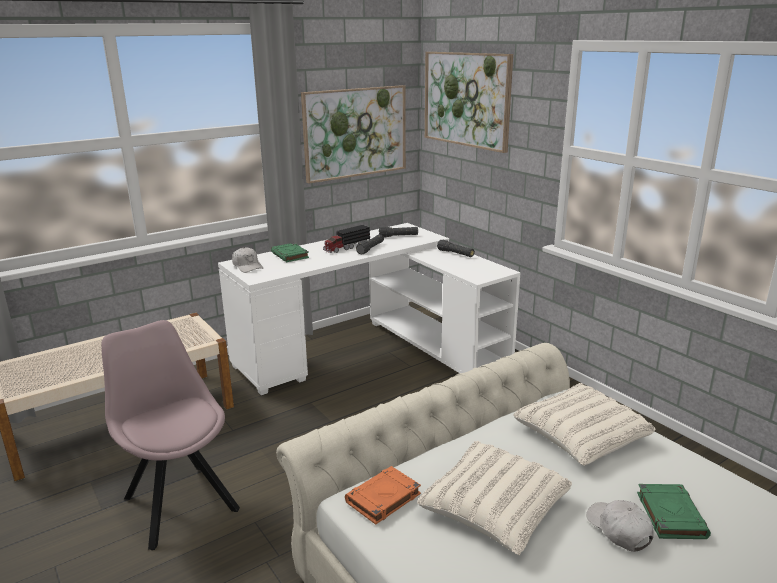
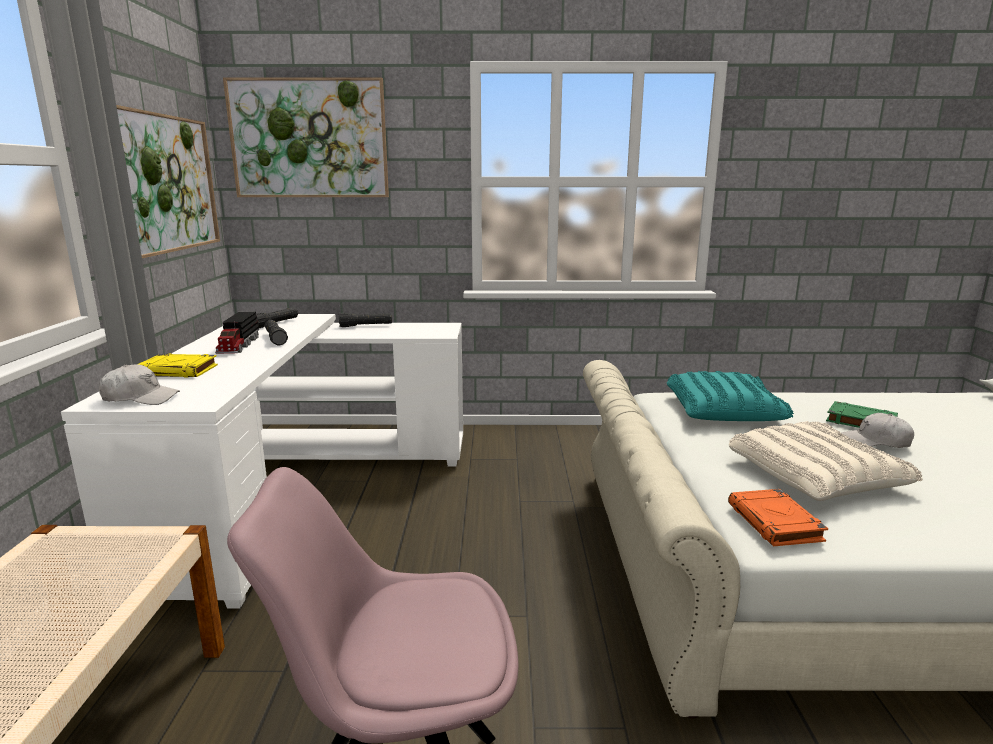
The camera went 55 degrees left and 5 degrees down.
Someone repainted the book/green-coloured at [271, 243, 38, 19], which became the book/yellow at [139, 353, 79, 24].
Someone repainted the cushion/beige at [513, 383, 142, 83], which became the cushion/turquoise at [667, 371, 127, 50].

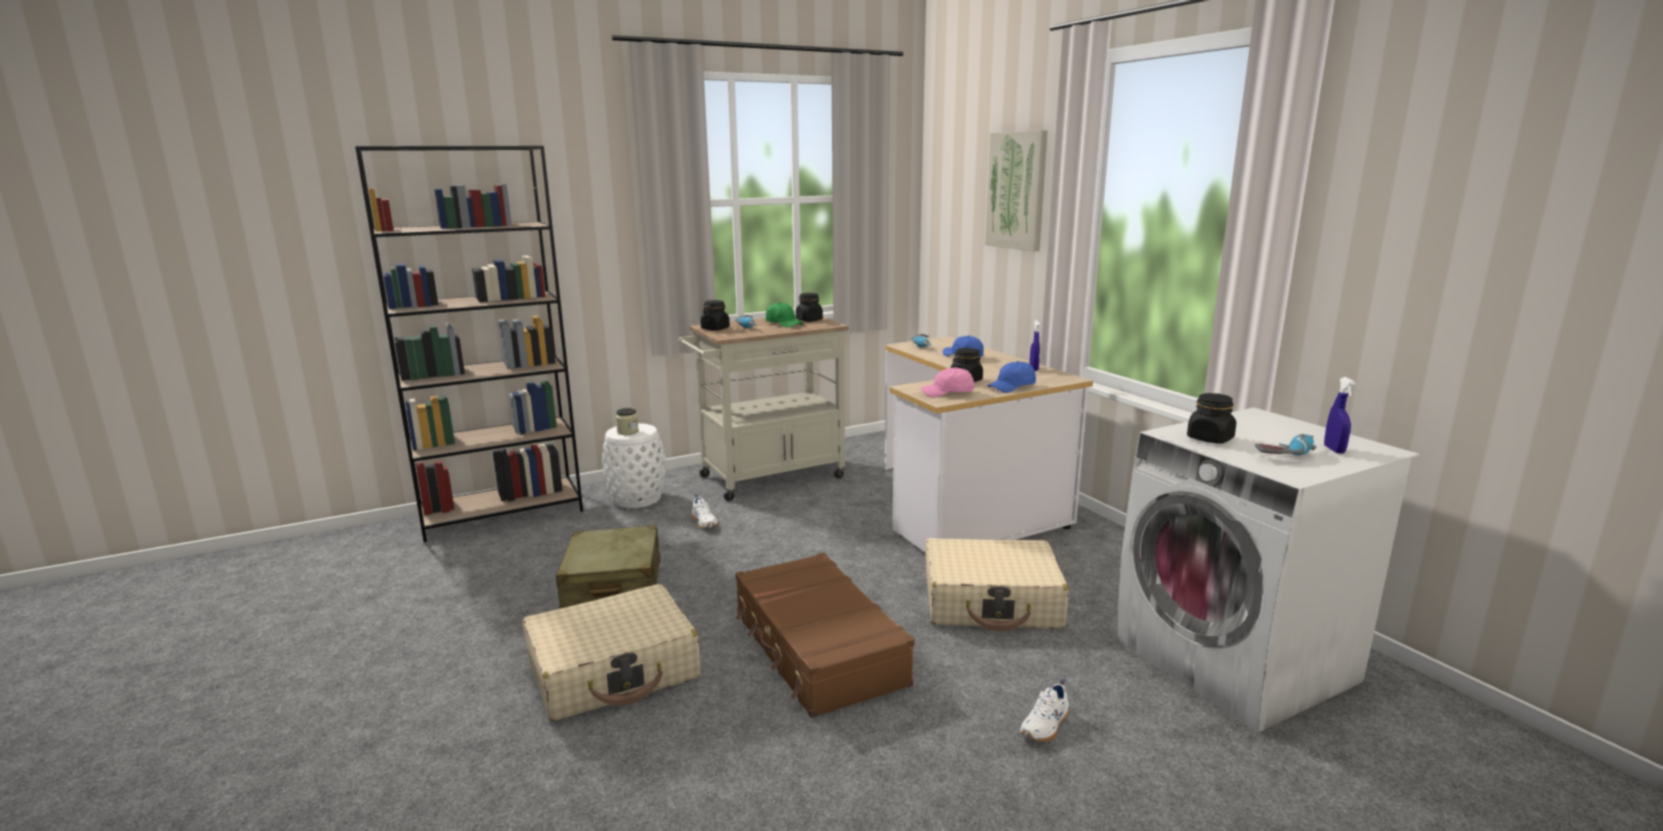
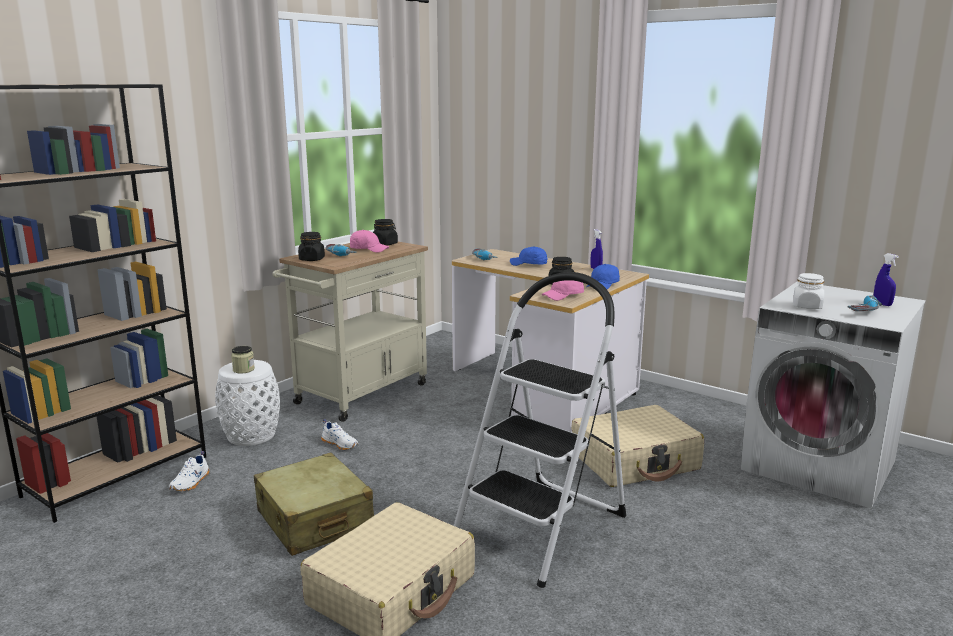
The camera went 25 degrees left and 0 degrees up.
Someone carried the low shoe/whitish from [1020, 678, 49, 64] to [169, 451, 40, 40].
Someone repainted the baseball cap/green-coloured at [766, 302, 38, 26], which became the baseball cap/pink at [350, 230, 39, 22].
Someone swapped the suitcase/brown at [735, 553, 180, 165] for the step stool at [454, 272, 172, 316].
Someone repainted the jar/black at [1187, 393, 49, 51], which became the jar/whitish at [793, 273, 31, 36].
Someone took away the wall picture at [985, 130, 63, 122].

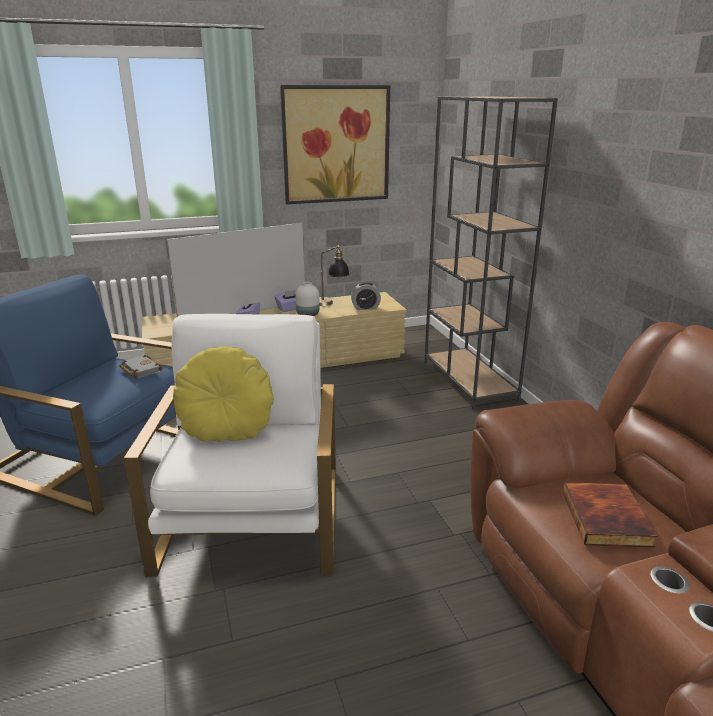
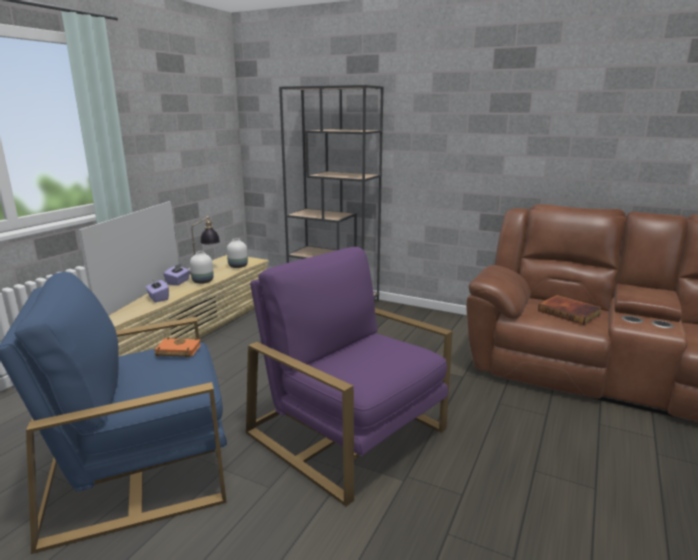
The camera went 45 degrees left and 5 degrees down.
Someone repainted the book/grey at [119, 355, 44, 24], which became the book/orangey at [155, 337, 46, 20].
Someone swapped the alarm clock at [351, 282, 30, 28] for the flower vase/whitish at [227, 238, 21, 30].
Someone repainted the armchair/whitish at [124, 314, 212, 263], which became the armchair/purplish at [246, 247, 207, 260].
Someone took away the cushion/yellow at [173, 346, 101, 96].
Someone took away the wall picture at [280, 85, 110, 119].

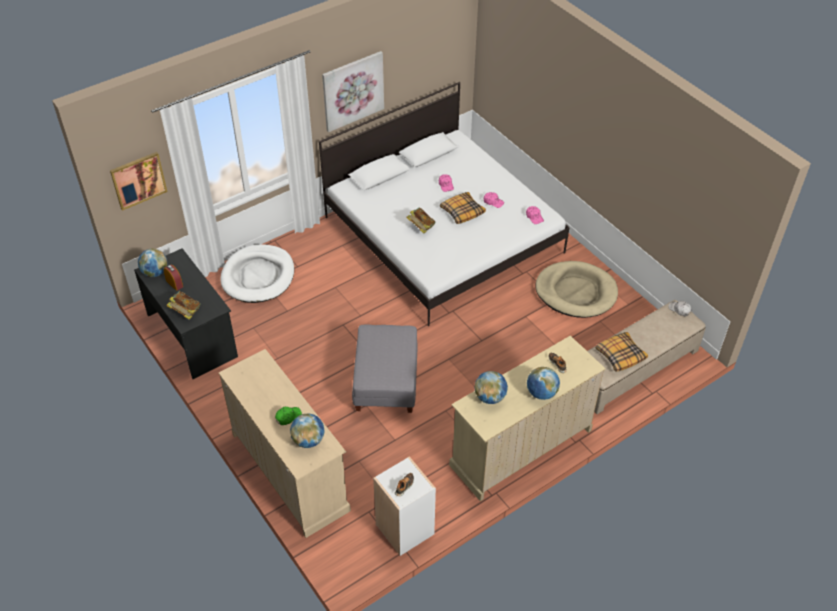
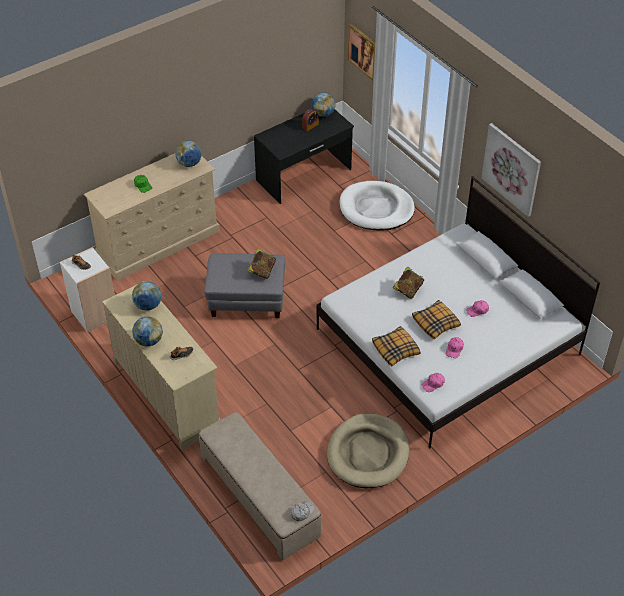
The camera went 90 degrees right and 0 degrees up.
Someone carried the globe from [290, 413, 35, 35] to [176, 141, 26, 26].
Someone carried the book from [166, 291, 35, 29] to [247, 248, 29, 31].
Someone carried the cushion from [596, 332, 52, 40] to [372, 326, 49, 40].

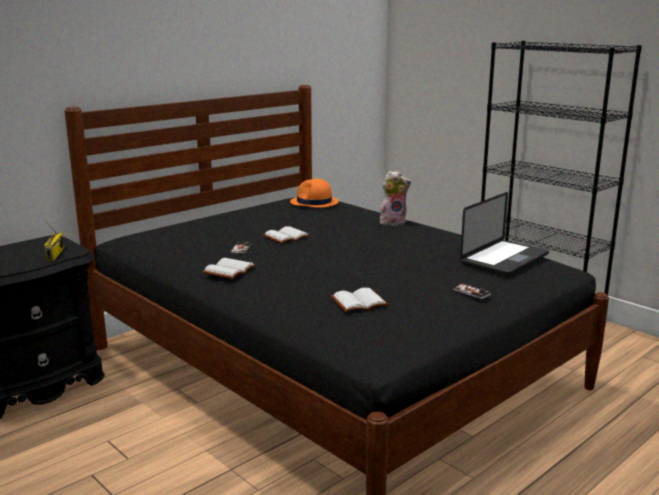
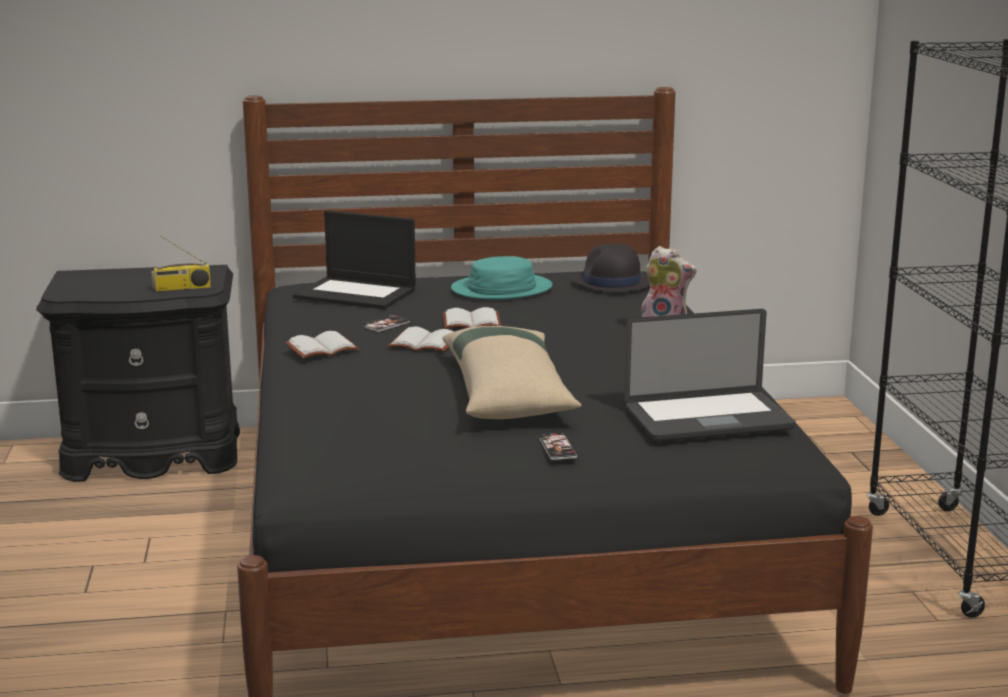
The camera went 35 degrees right and 0 degrees up.
Someone rotated the radio set at [44, 219, 20, 42] by 45 degrees clockwise.
Someone put down the laptop at [293, 210, 123, 99].
Someone carried the book/whitish from [331, 288, 58, 24] to [388, 327, 66, 25].
Someone put down the cushion/beige at [443, 326, 139, 93].
Someone put down the clothing hat/turquoise at [451, 256, 101, 44].
Someone repainted the clothing hat/orangey at [290, 178, 49, 30], which became the clothing hat/black at [571, 243, 79, 49].

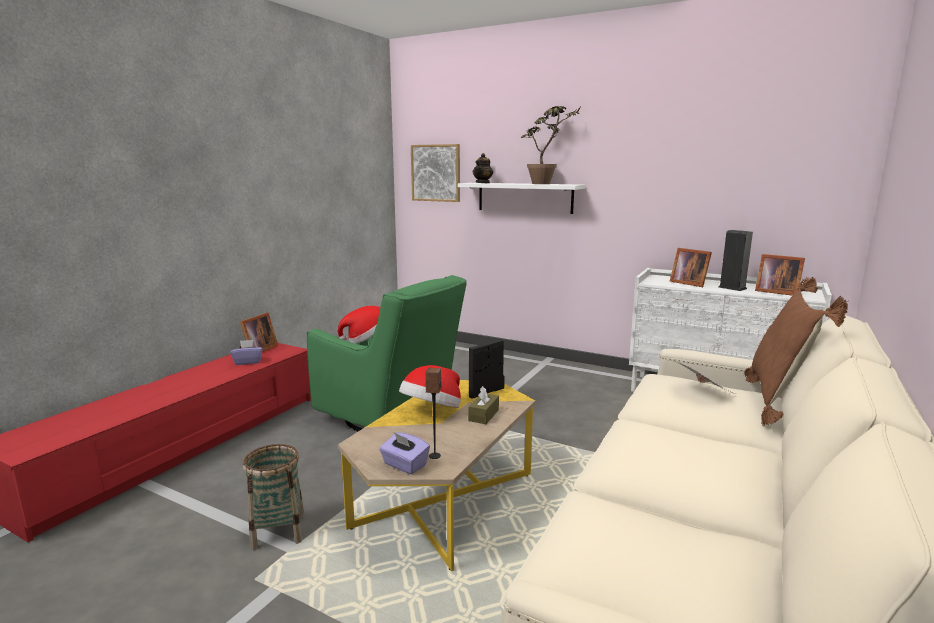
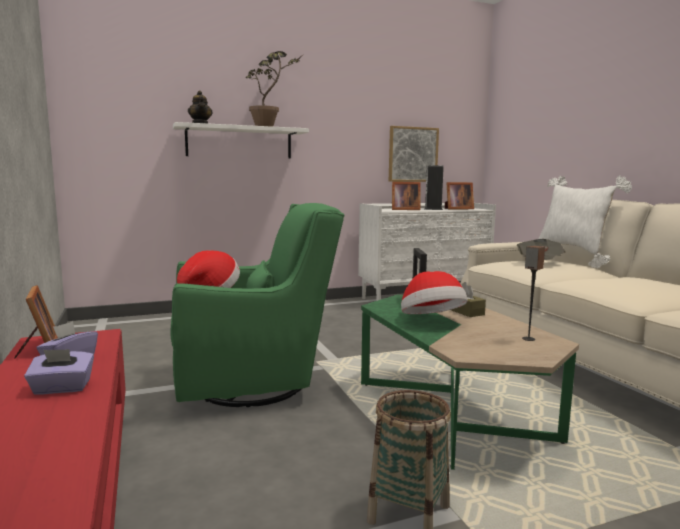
The camera went 50 degrees left and 5 degrees down.
Someone carried the tissue box/purplish from [379, 432, 51, 42] to [24, 349, 70, 46].
Someone repainted the lounge table/yellow at [338, 380, 197, 191], which became the lounge table/green-coloured at [361, 295, 218, 175].
Someone carried the wall picture from [411, 144, 49, 58] to [389, 126, 50, 56].
Someone repainted the cushion/brown at [743, 277, 105, 149], which became the cushion/whitish at [539, 175, 93, 94].

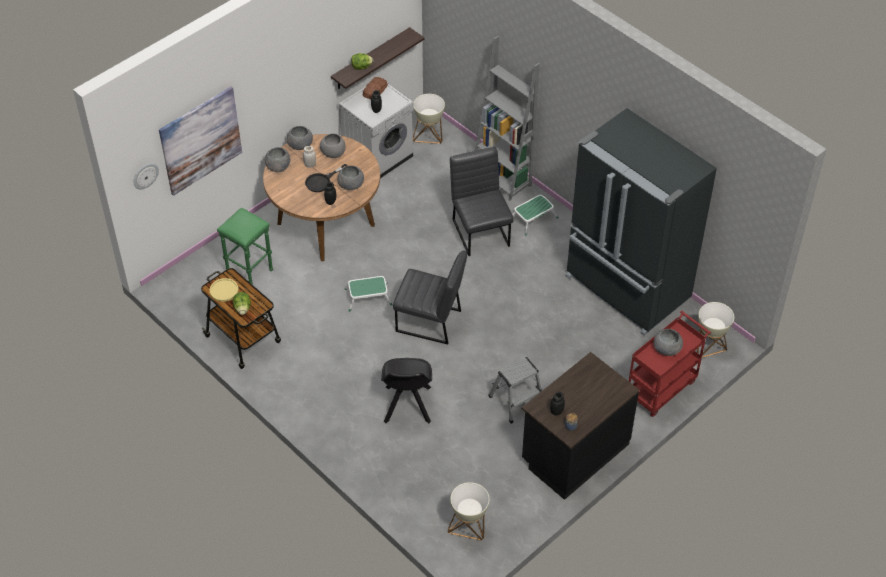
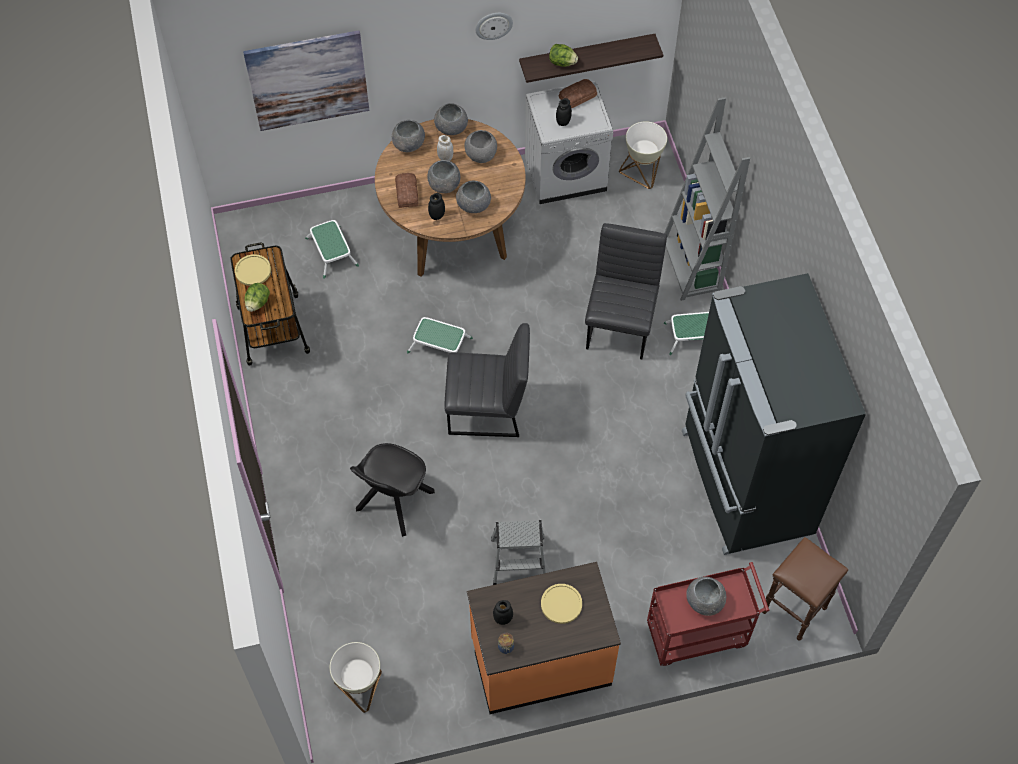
The camera went 30 degrees right and 10 degrees up.
Someone swapped the sitting stool/green-coloured at [217, 208, 56, 77] for the step stool/green-coloured at [305, 220, 54, 59].
Someone put down the baked bread at [395, 173, 23, 35].
Someone swapped the frying pan/black at [305, 164, 42, 28] for the serving bowl/grey at [427, 160, 33, 33].
Someone rotated the chair/grey at [393, 250, 74, 94] by 45 degrees counterclockwise.
Someone repainted the kitchen counter/black at [522, 352, 117, 148], which became the kitchen counter/orangey at [467, 562, 154, 152].
Someone carried the wall clock from [133, 163, 26, 26] to [475, 13, 38, 27].
Someone put down the flat dish/yellow at [541, 584, 41, 40].
Someone swapped the planter at [697, 302, 37, 56] for the sitting stool/brown at [762, 537, 86, 104].

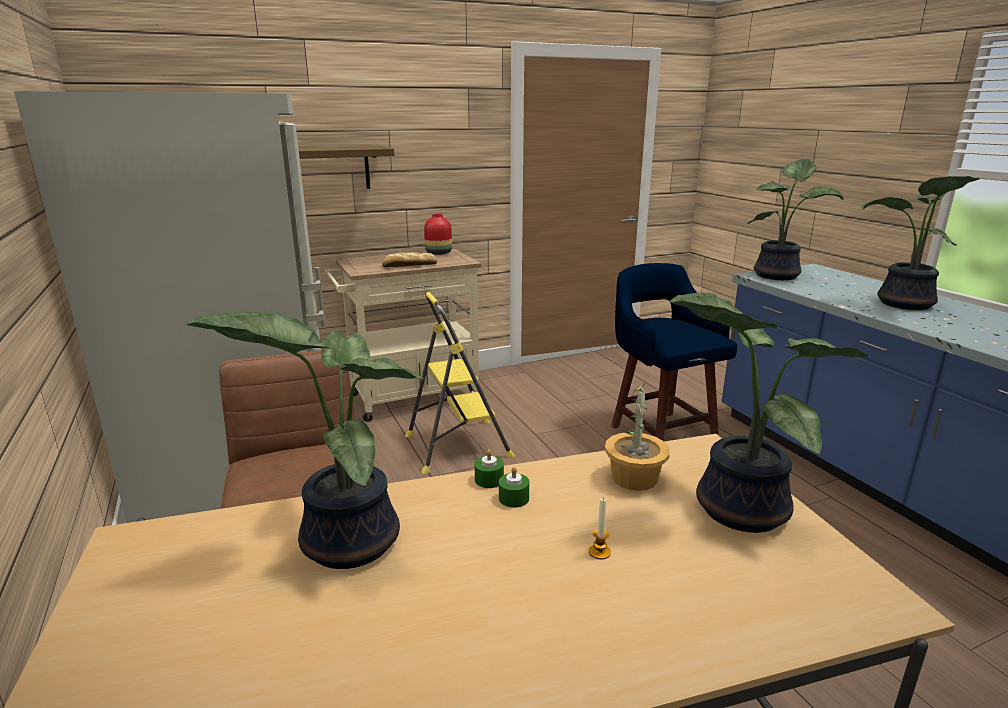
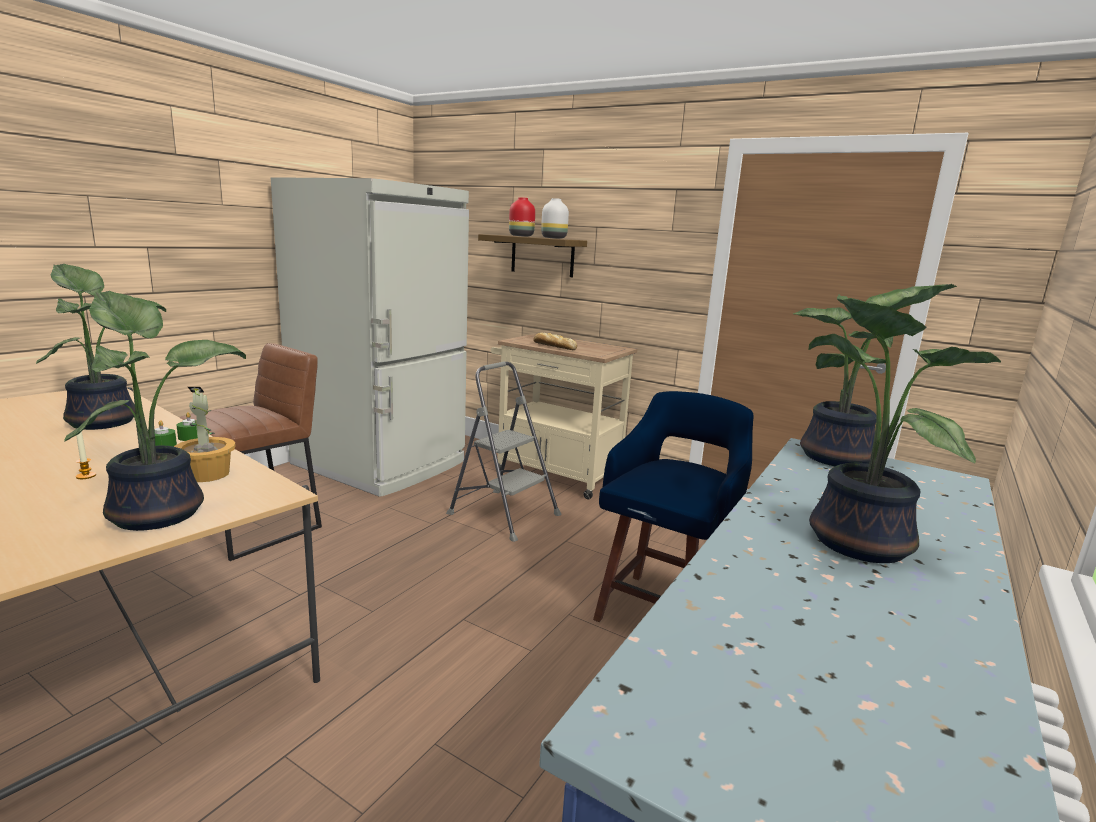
The camera went 55 degrees right and 5 degrees down.
Someone repainted the step stool/yellow at [405, 291, 110, 183], which became the step stool/grey at [446, 362, 116, 180].
Someone carried the flower vase/reddish from [424, 214, 28, 41] to [509, 197, 26, 40].
Someone put down the flower vase/whitish at [541, 198, 28, 41].

